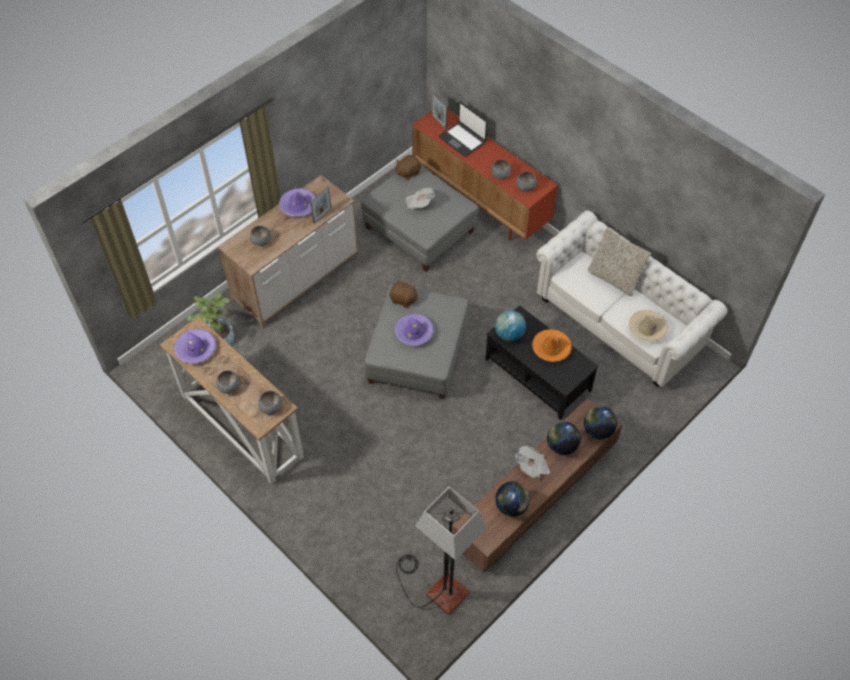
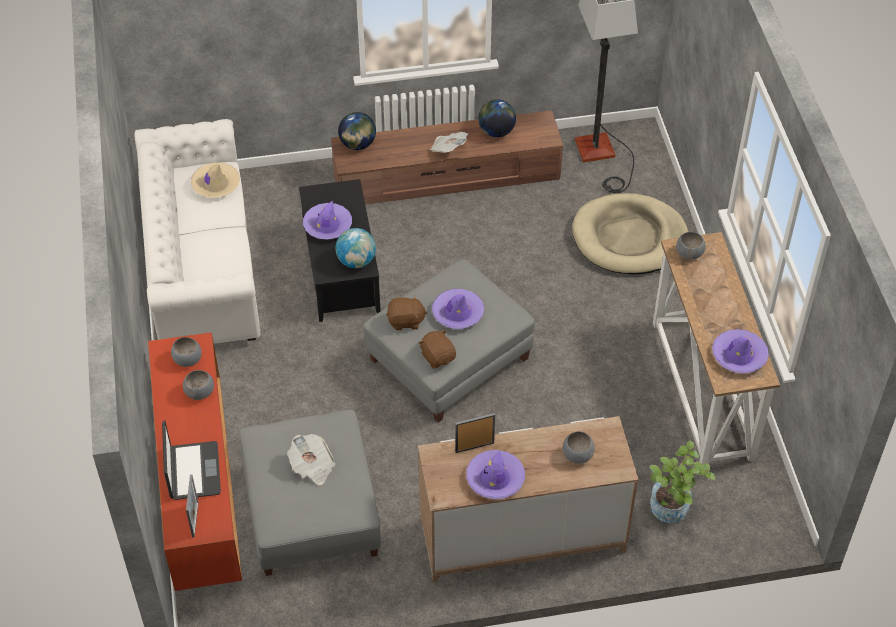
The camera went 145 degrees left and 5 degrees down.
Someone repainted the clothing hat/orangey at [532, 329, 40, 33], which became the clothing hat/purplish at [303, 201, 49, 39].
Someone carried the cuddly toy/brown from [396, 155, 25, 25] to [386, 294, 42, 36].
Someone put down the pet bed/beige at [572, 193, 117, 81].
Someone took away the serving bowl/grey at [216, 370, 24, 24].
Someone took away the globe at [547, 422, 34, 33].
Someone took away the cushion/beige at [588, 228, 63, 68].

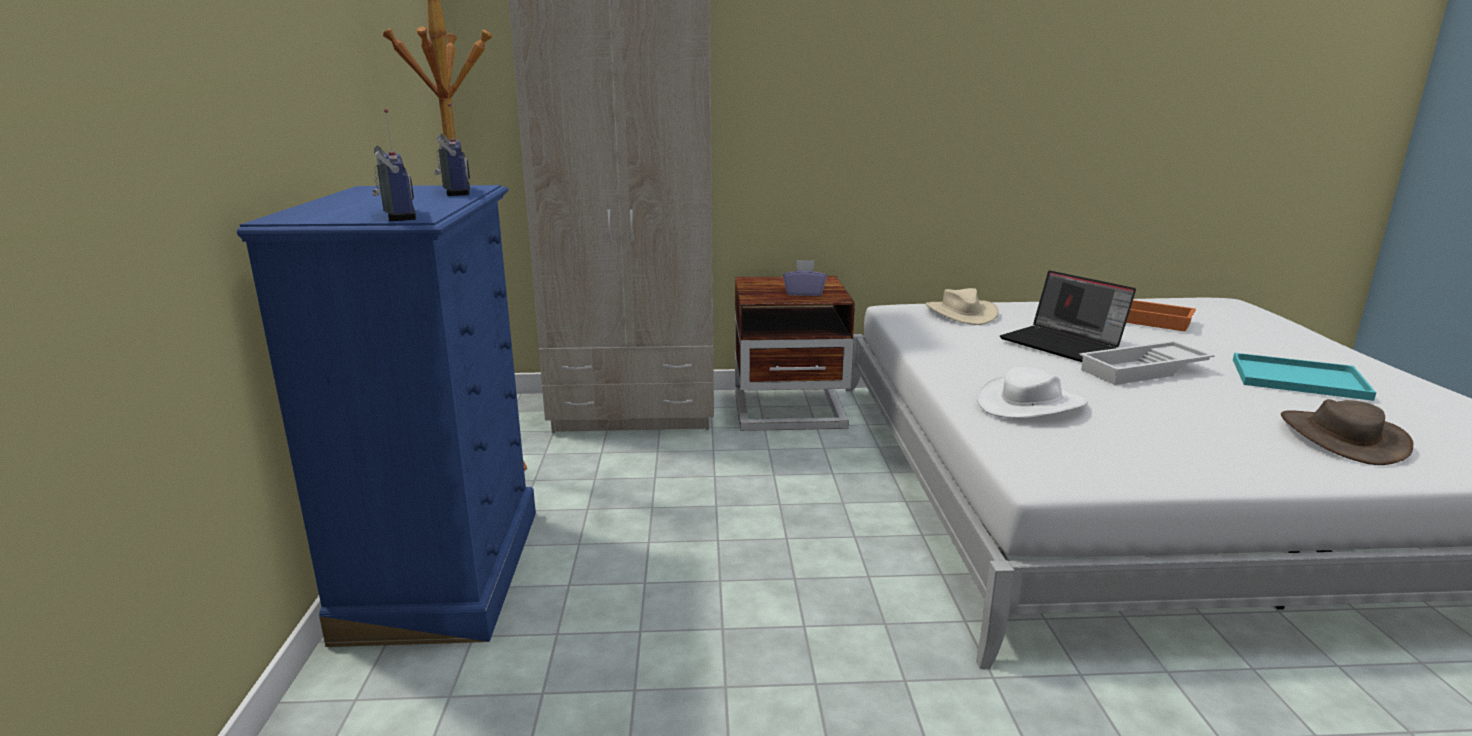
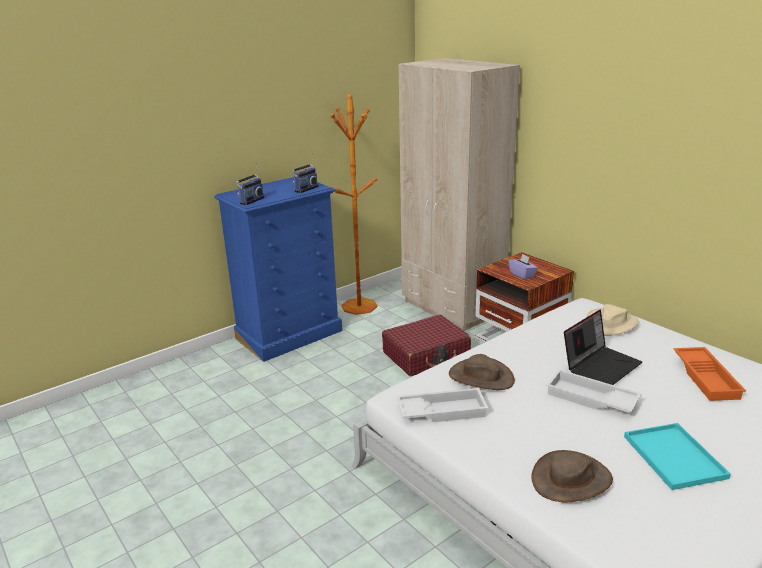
The camera went 55 degrees right and 5 degrees up.
Someone put down the suitcase/reddish at [382, 315, 89, 61].
Someone put down the tray/whitish at [397, 388, 91, 34].
Someone repainted the clothing hat/whitish at [977, 367, 111, 51], which became the clothing hat/brown at [449, 354, 66, 36].
Someone rotated the laptop at [1000, 271, 136, 91] by 150 degrees counterclockwise.

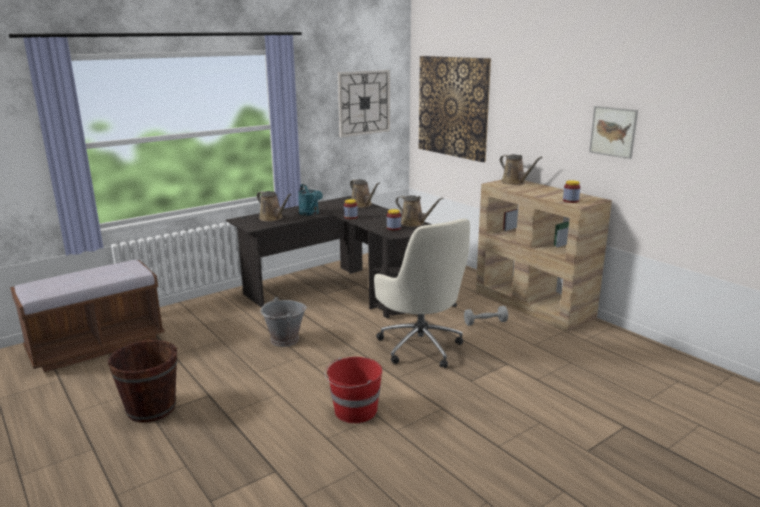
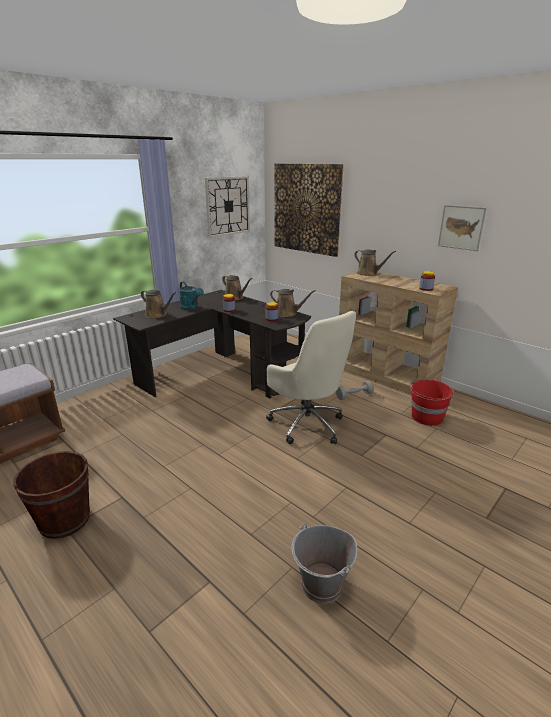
The camera went 10 degrees left and 5 degrees up.
Someone carried the bucket/grey from [260, 297, 47, 50] to [291, 523, 66, 81].
Someone carried the bucket/reddish from [324, 357, 58, 66] to [410, 379, 43, 47].

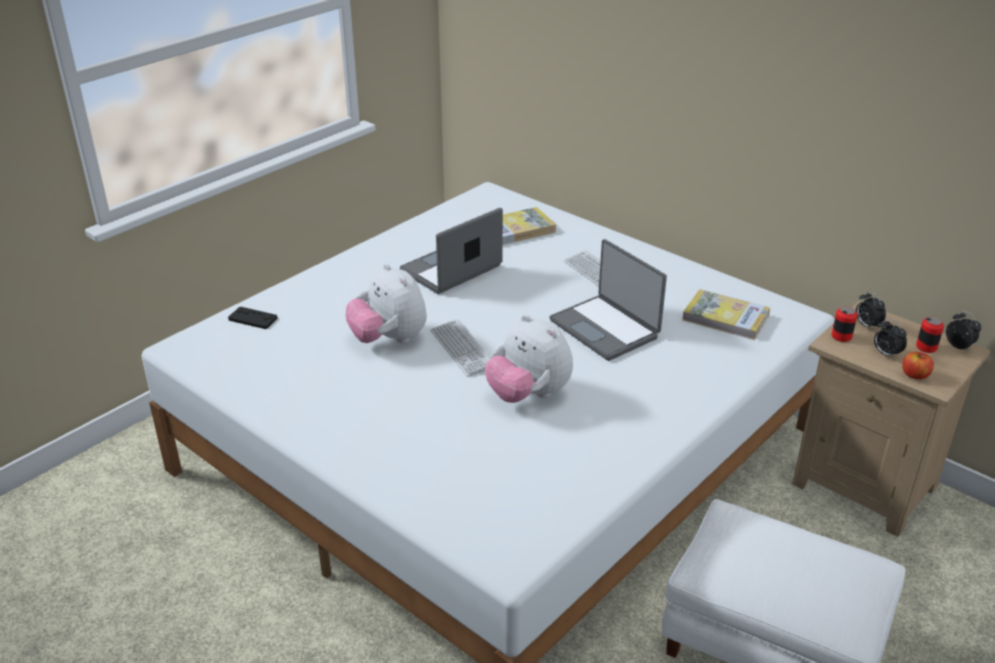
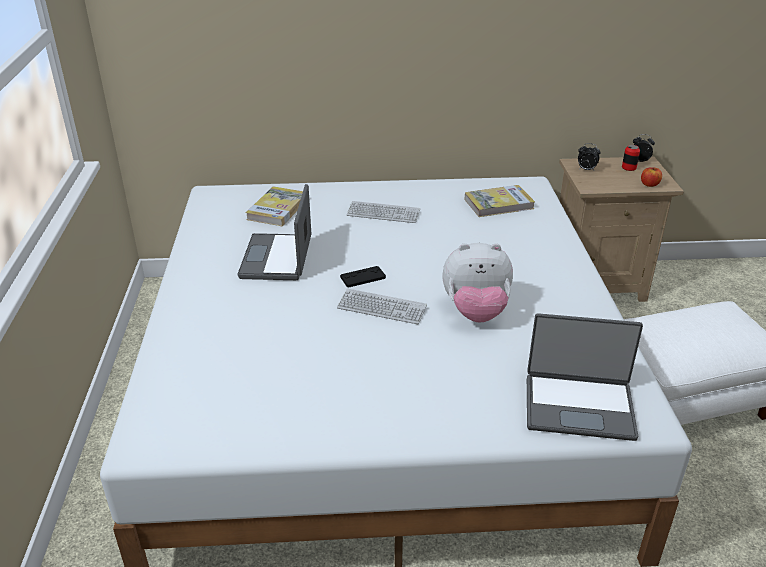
The camera went 45 degrees left and 0 degrees up.
Someone carried the joypad/black from [228, 307, 50, 22] to [340, 266, 46, 22].
Someone carried the laptop from [549, 239, 118, 122] to [527, 313, 116, 128].
Someone took away the cuddly toy at [346, 263, 81, 80].
Someone took away the metal can at [832, 306, 25, 36].
Someone took away the alarm clock at [874, 318, 33, 42].

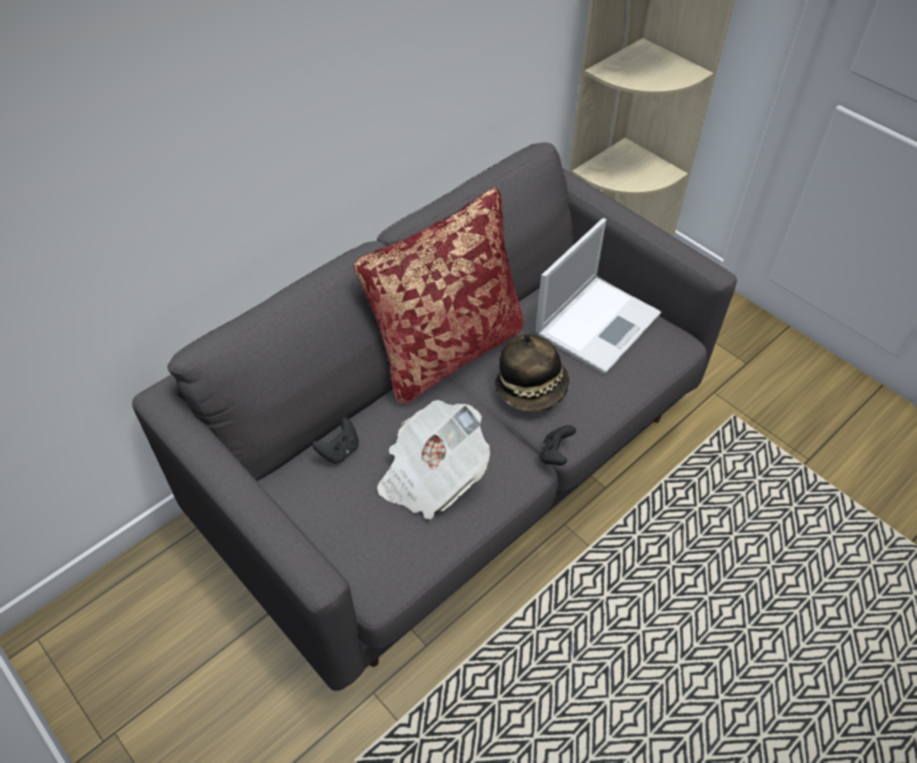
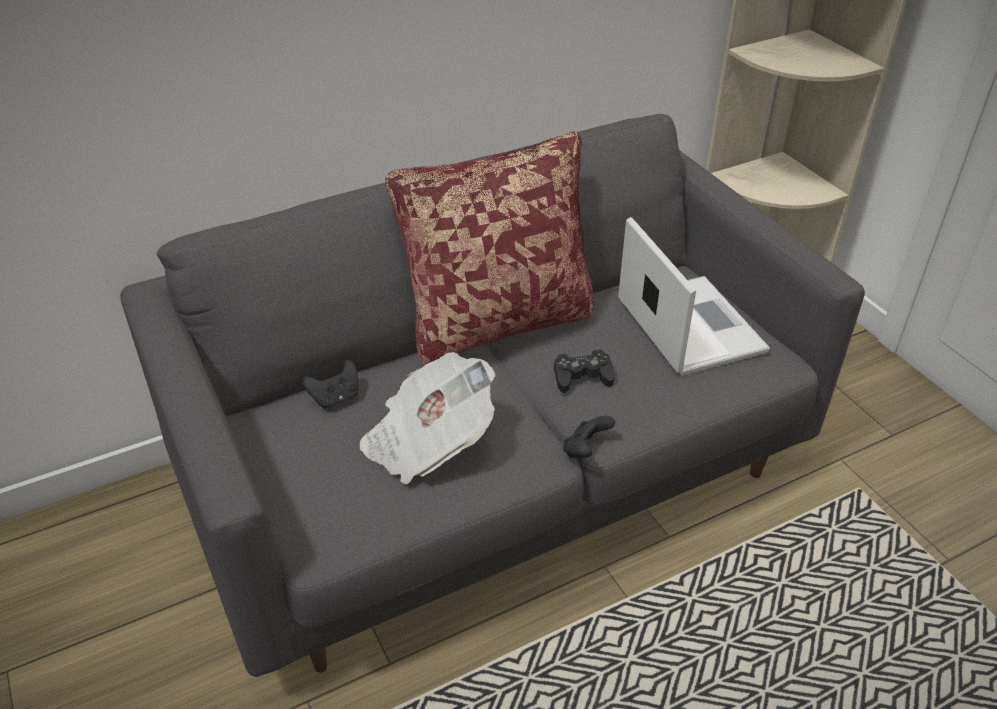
The camera went 15 degrees right and 10 degrees down.
Someone swapped the clothing hat at [495, 334, 74, 78] for the joypad/black at [554, 349, 61, 44].
Someone rotated the laptop at [536, 218, 125, 156] by 75 degrees counterclockwise.

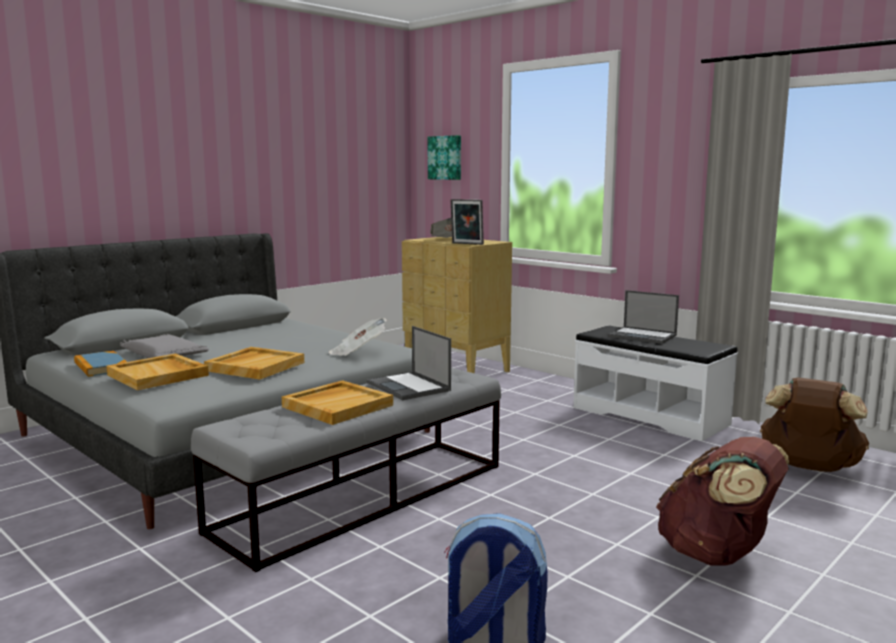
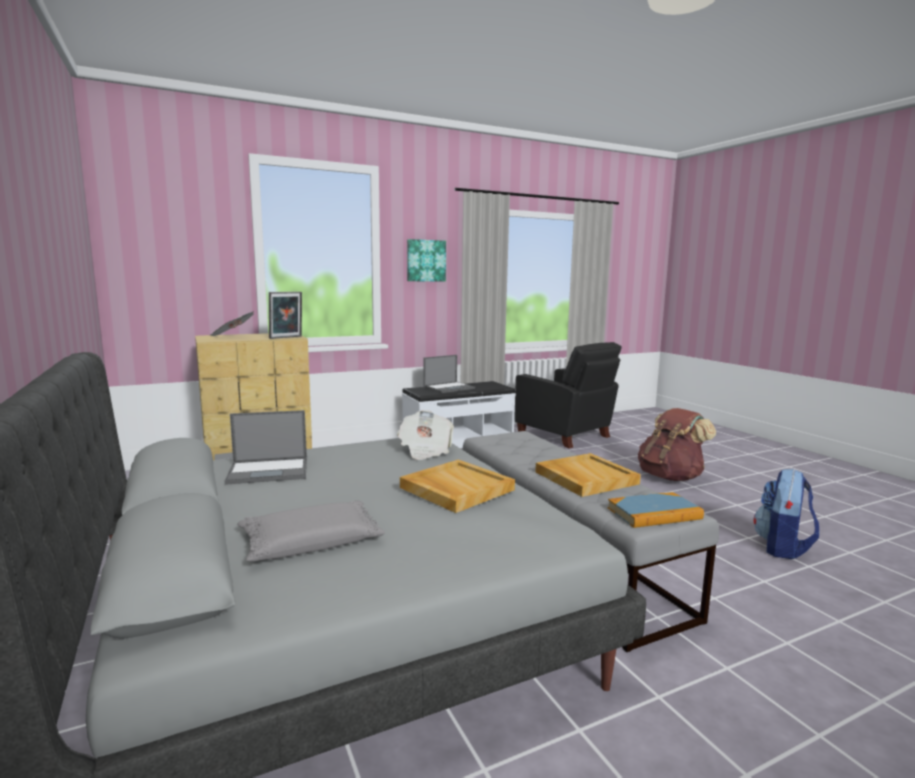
The camera went 70 degrees left and 0 degrees up.
Someone carried the laptop from [367, 326, 84, 74] to [225, 410, 82, 75].
Someone carried the wall picture from [428, 135, 33, 45] to [407, 239, 39, 43].
Someone swapped the backpack/brown at [760, 377, 109, 95] for the armchair/black at [514, 342, 108, 107].
Someone carried the book from [74, 351, 53, 26] to [608, 492, 96, 36].
Someone took away the tray/beige at [107, 353, 102, 37].

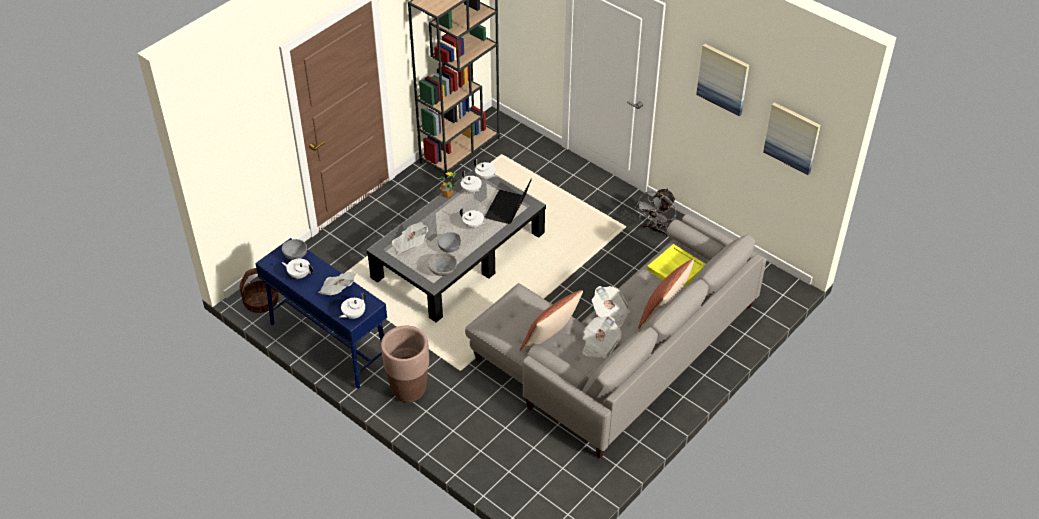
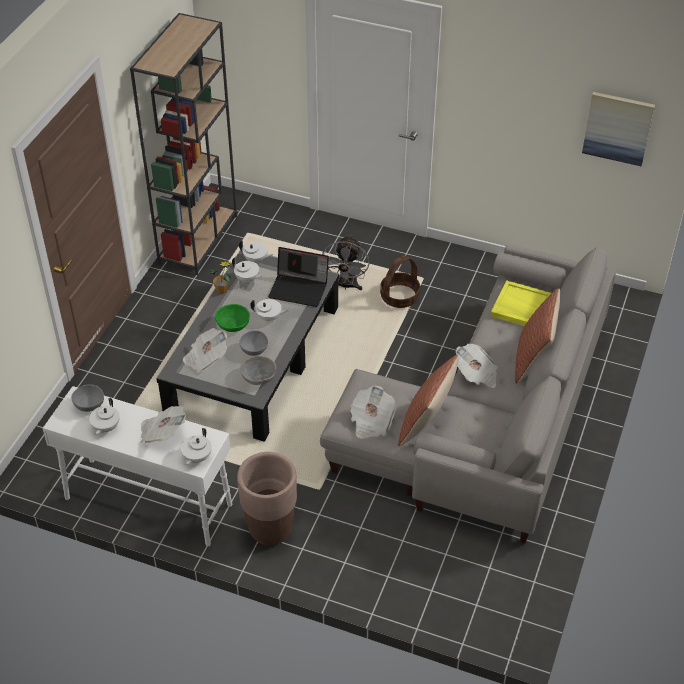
The camera went 20 degrees left and 0 degrees up.
Someone repainted the narrow table/blue at [255, 238, 132, 151], which became the narrow table/whitish at [42, 386, 190, 160].
Someone rotated the teapot/whitish at [282, 258, 31, 21] by 75 degrees counterclockwise.
Someone put down the serving bowl/green-coloured at [215, 304, 35, 28].
Someone rotated the laptop at [485, 178, 47, 46] by 75 degrees counterclockwise.
Someone carried the fan/grey from [635, 188, 41, 49] to [322, 235, 47, 55].
Someone carried the daily paper from [582, 316, 39, 42] to [350, 386, 47, 53].
Someone carried the household basket from [240, 268, 39, 45] to [380, 255, 40, 53].
Someone took away the wall picture at [696, 44, 54, 72].

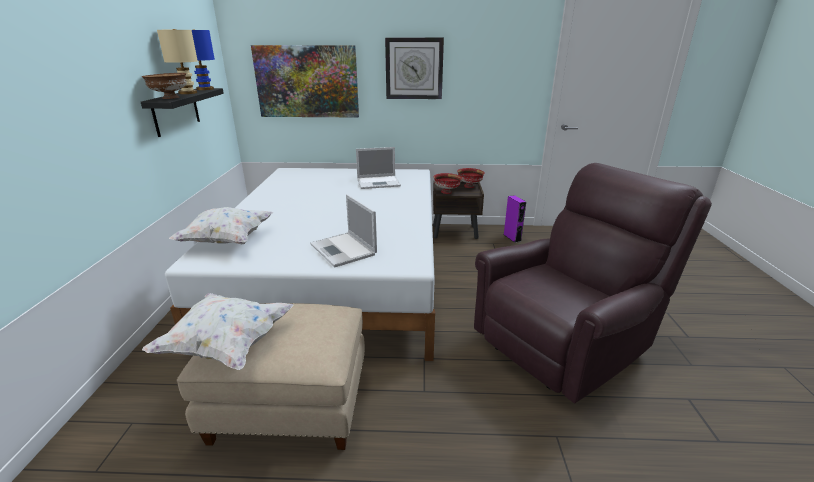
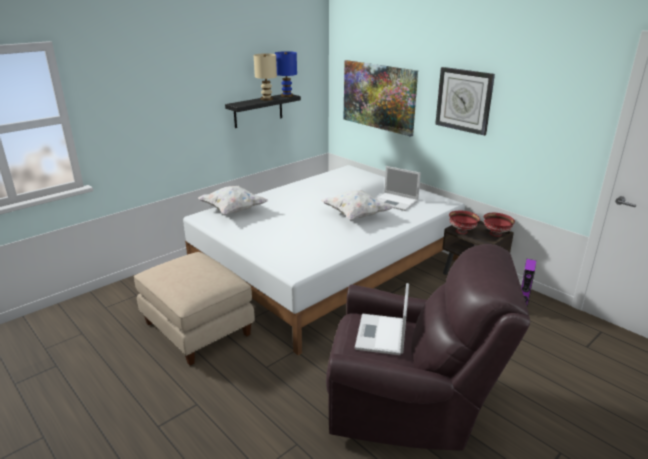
The camera went 45 degrees right and 0 degrees up.
Someone carried the cushion/whitish from [142, 293, 152, 77] to [321, 190, 73, 31].
Someone carried the laptop from [310, 194, 67, 73] to [355, 283, 54, 72].
Someone took away the serving bowl/brown at [142, 73, 45, 26].

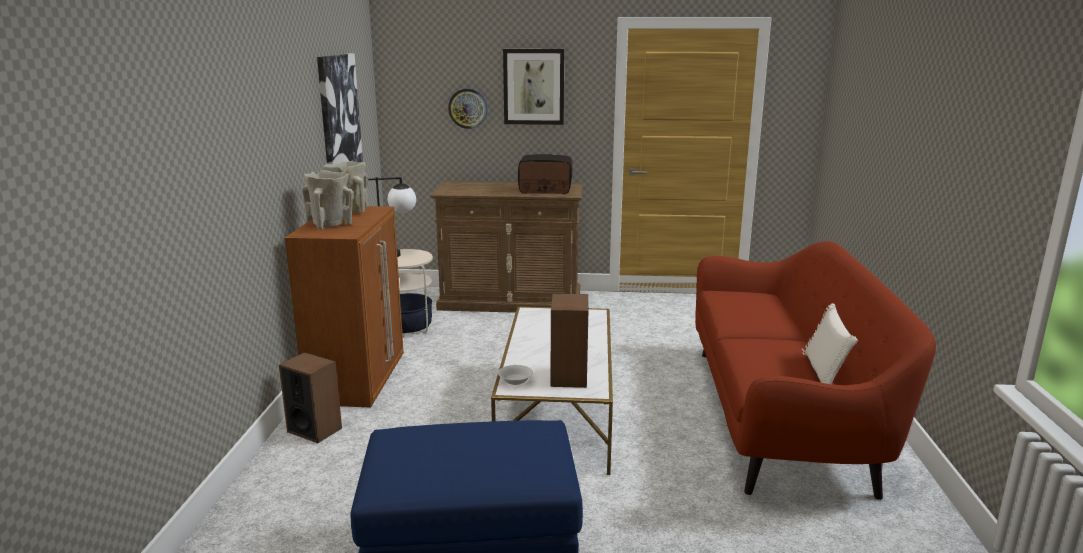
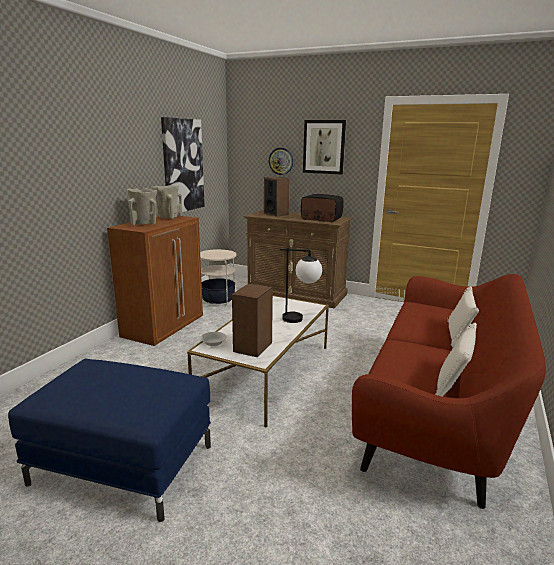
The camera went 20 degrees right and 0 degrees up.
Someone carried the audio speaker from [279, 352, 63, 91] to [264, 177, 26, 40].
Someone carried the tabletop lamp from [368, 177, 48, 80] to [280, 248, 42, 75].
Someone put down the cushion/whitish at [447, 286, 32, 61].

